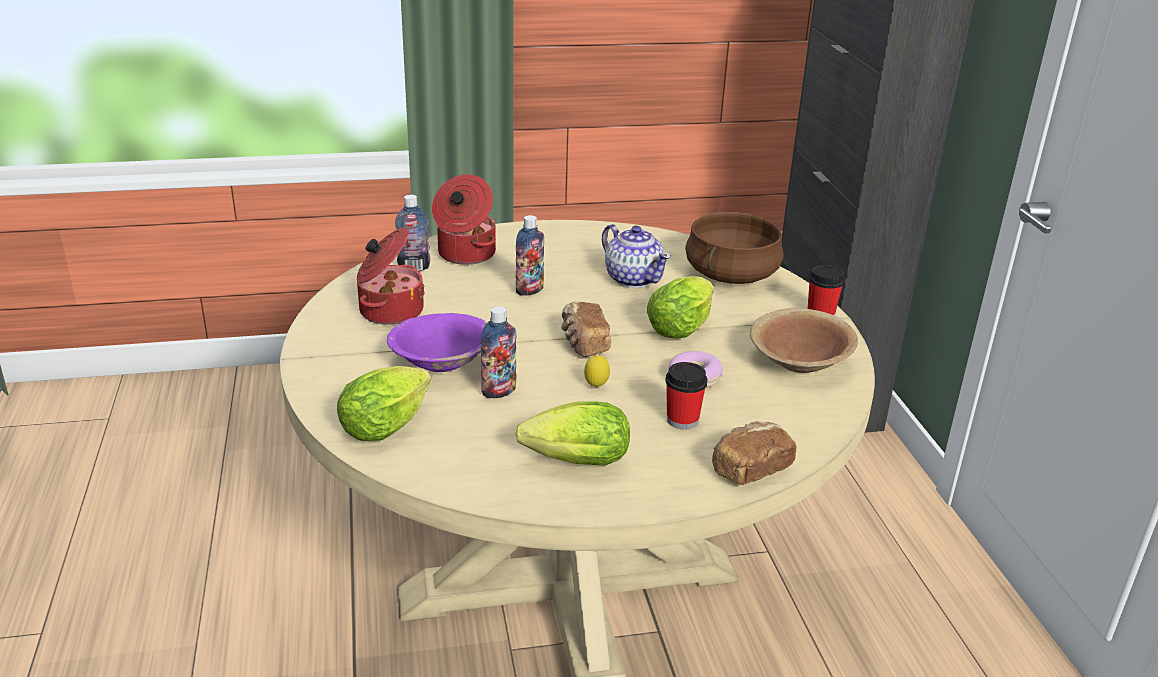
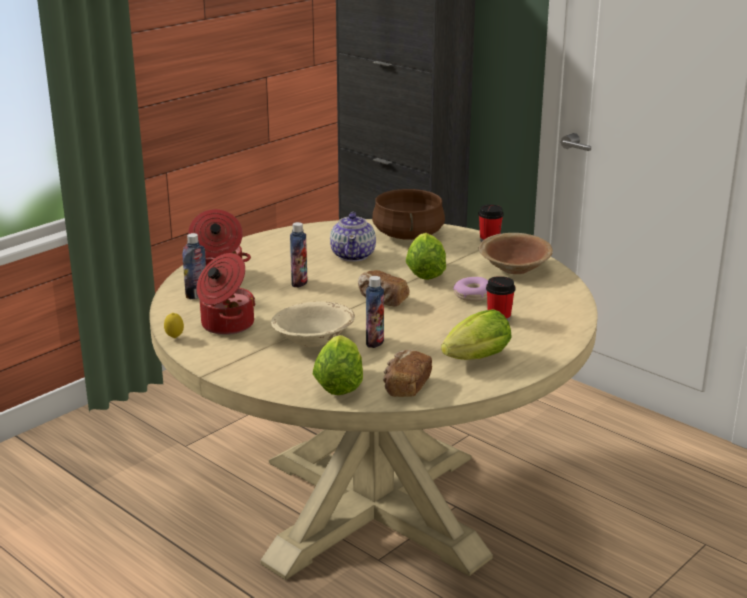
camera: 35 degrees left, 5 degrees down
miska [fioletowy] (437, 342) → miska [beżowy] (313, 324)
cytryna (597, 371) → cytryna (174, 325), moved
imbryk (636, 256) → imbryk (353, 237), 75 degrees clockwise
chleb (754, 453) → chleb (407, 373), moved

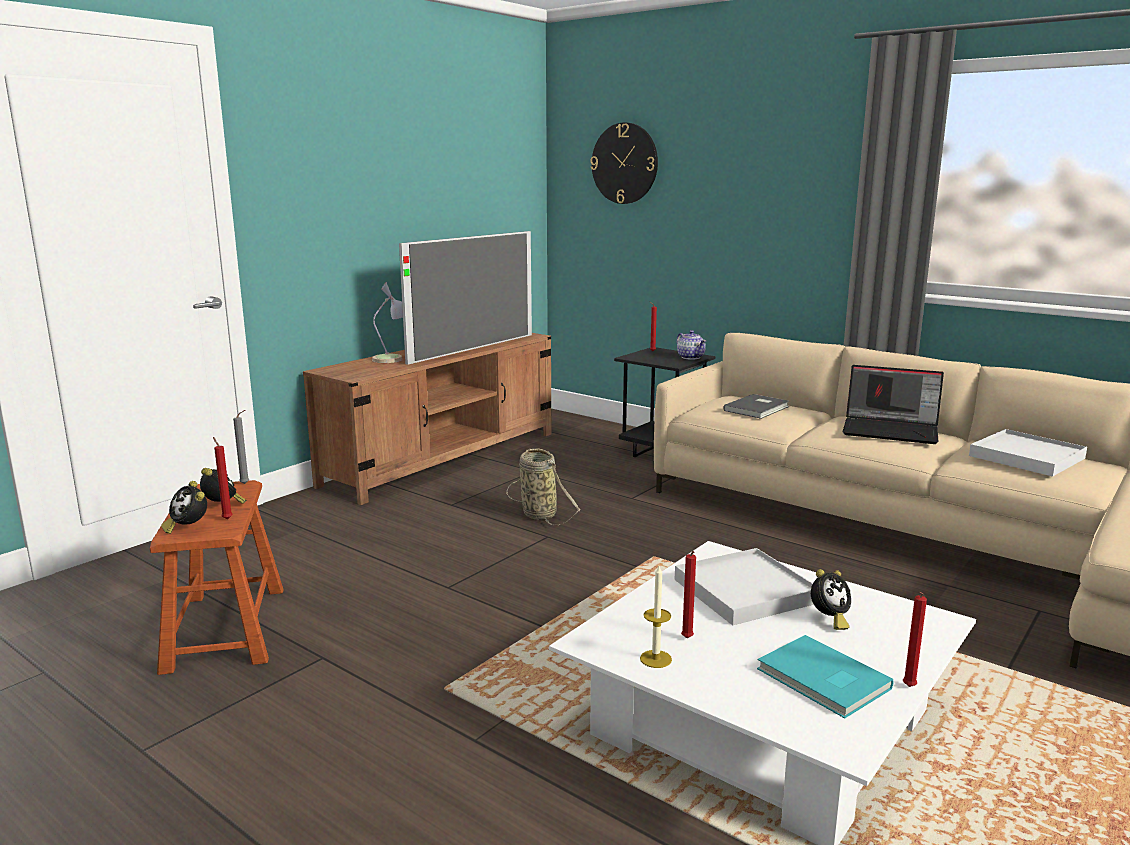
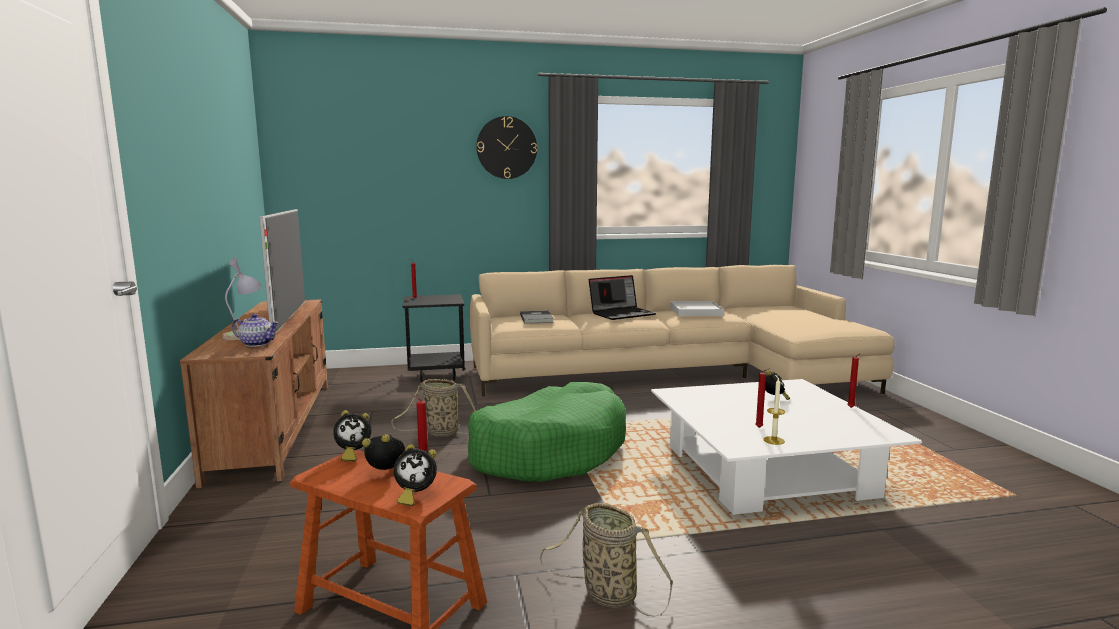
camera: 50 degrees left, 5 degrees down
świeca [szary] (241, 447) → budzik (352, 436)
zegar ścienny (624, 163) → zegar ścienny (506, 147), moved
taca [biały] (744, 586) → -
imbryk (691, 345) → imbryk (255, 330), moved
książka [turkusowy] (825, 676) → -
- → legowisko [zielony] (547, 432)
- → koszyk (606, 560)

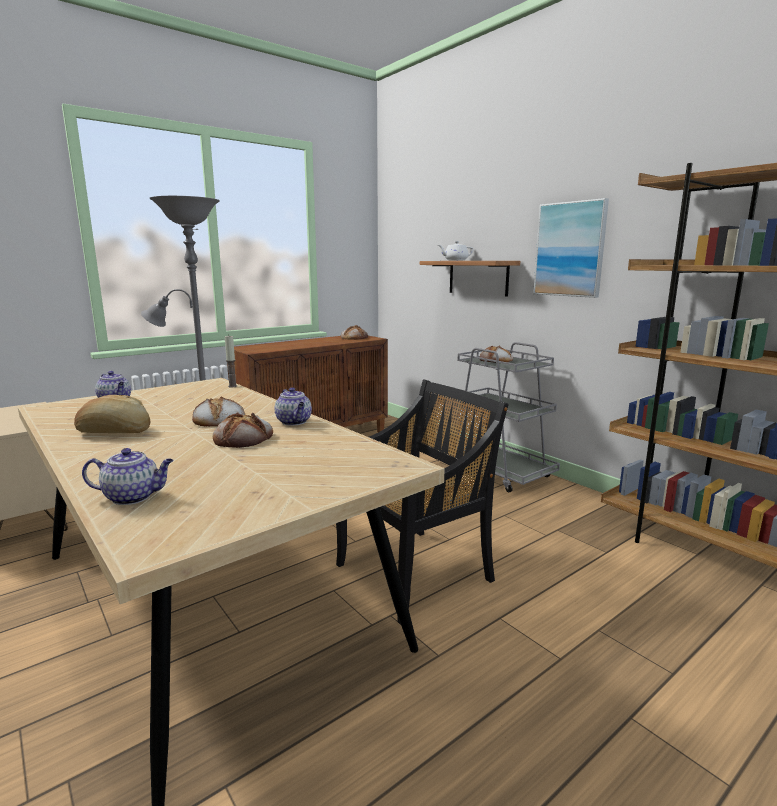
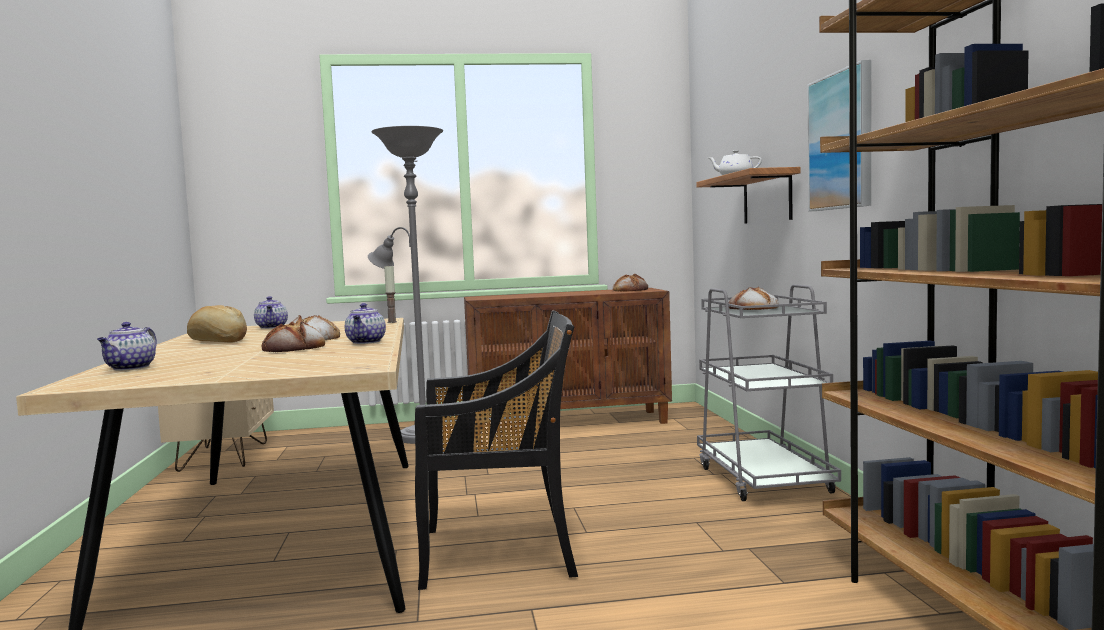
camera: 30 degrees right, 10 degrees down
imbryk (128, 476) → imbryk (127, 346), 75 degrees clockwise

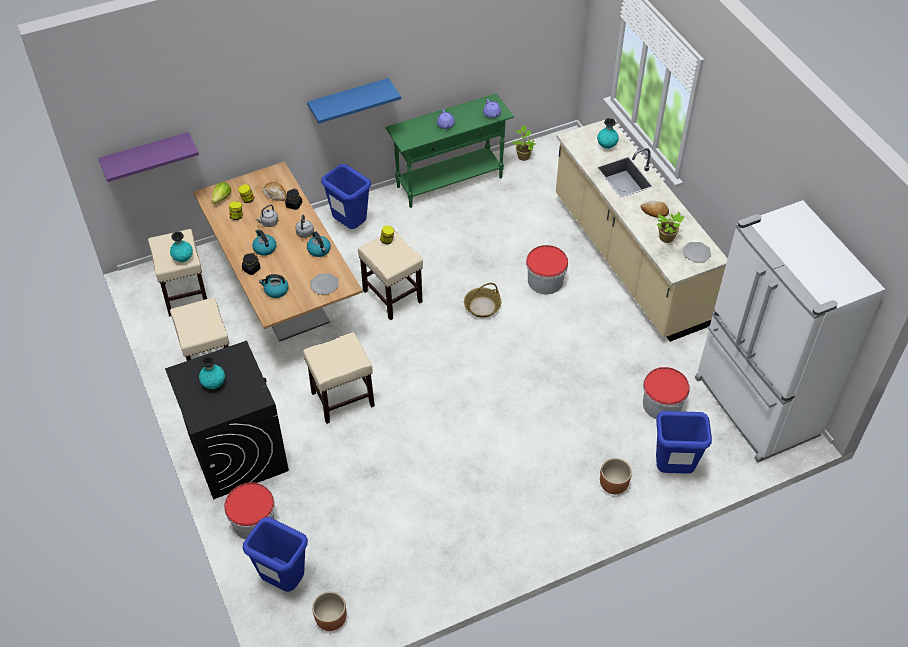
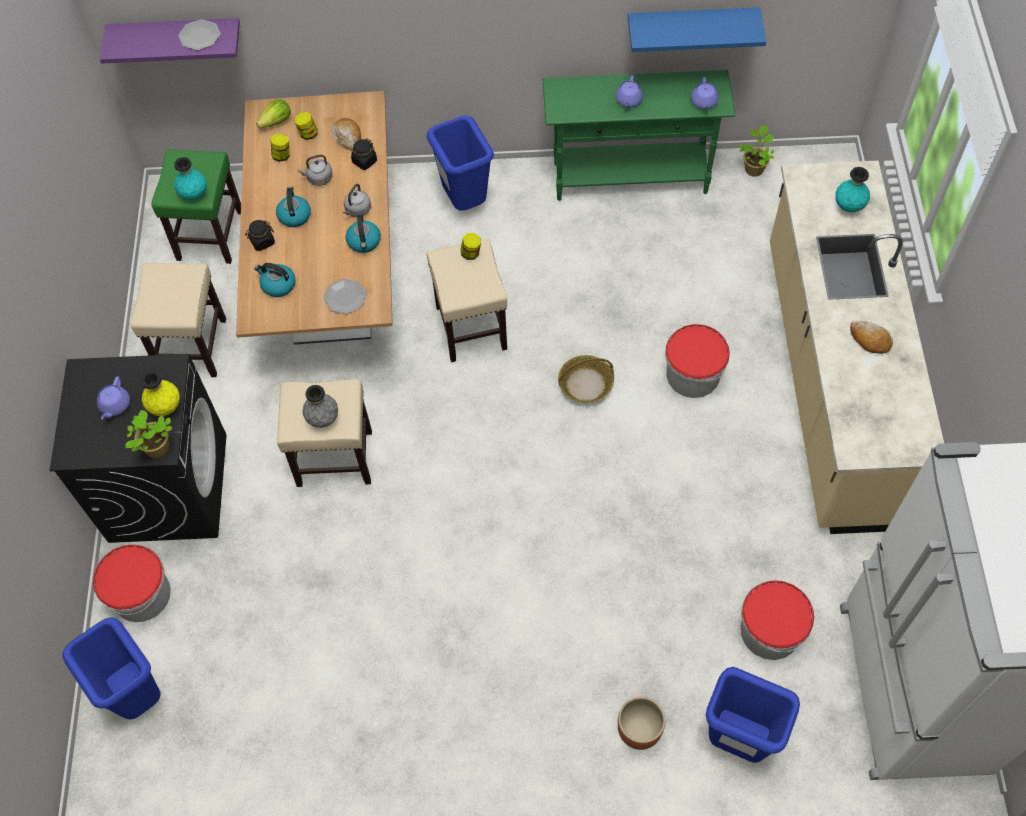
camera: 25 degrees right, 10 degrees up
stołek [beżowy] (177, 273) → stołek [zielony] (196, 206)
wazon [turkusowy] (212, 372) → imbryk [fioletowy] (113, 397)
półka [niebieski] (354, 100) → półka [niebieski] (697, 29), moved
donica [brązowy] (329, 611) → -
roślina doniczkowa (670, 227) → roślina doniczkowa (148, 434), moved
talerz (697, 252) → talerz (199, 34), moved
- → wazon [żółty] (160, 393)
- → wazon [szary] (320, 406)

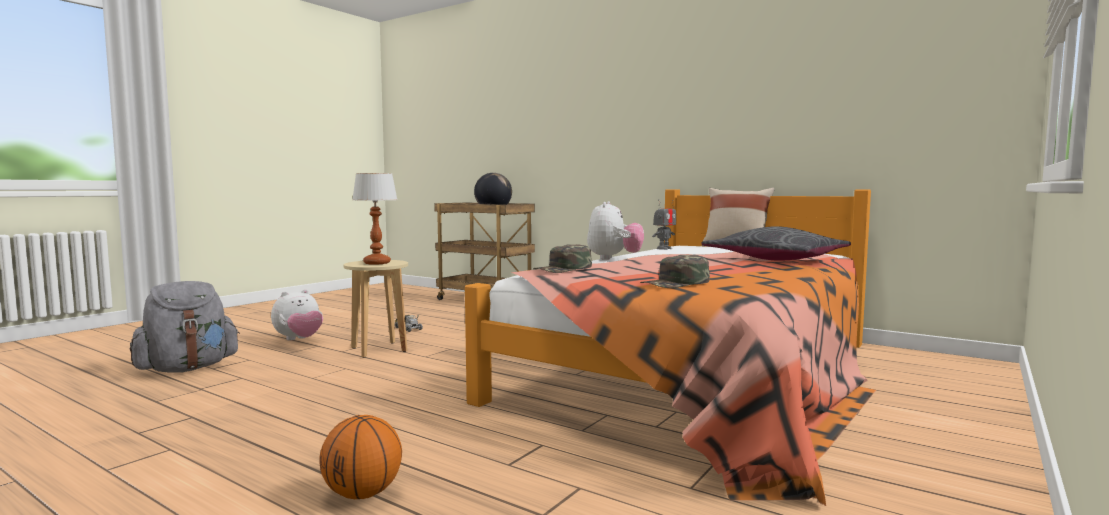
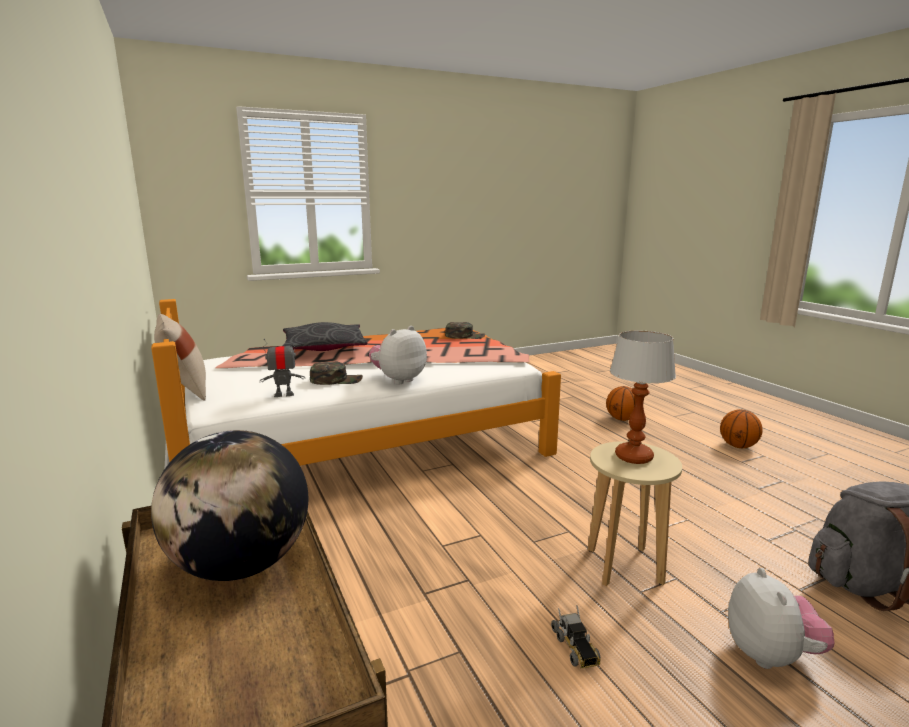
camera: 150 degrees left, 10 degrees up
pluszak (297, 314) → pluszak (781, 618), 105 degrees clockwise
czapka z daszkiem [zielony] (562, 258) → czapka z daszkiem [zielony] (336, 373), moved
- → piłka do koszykówki (741, 428)

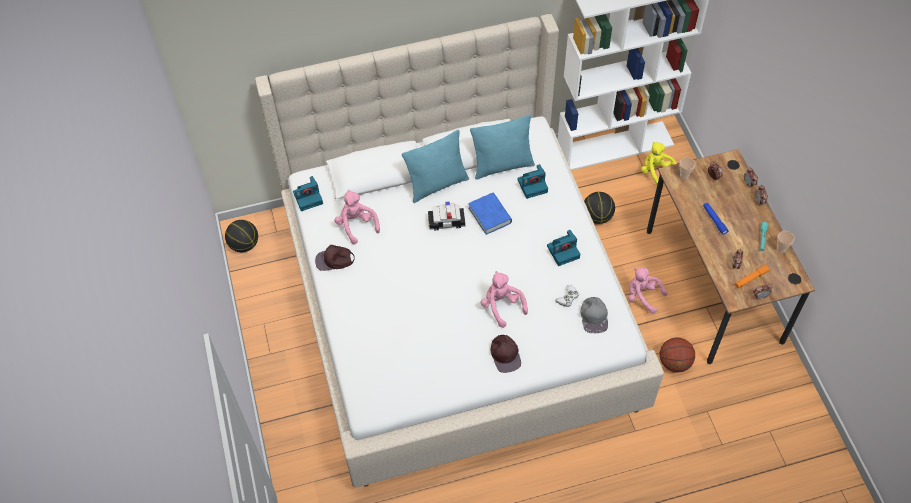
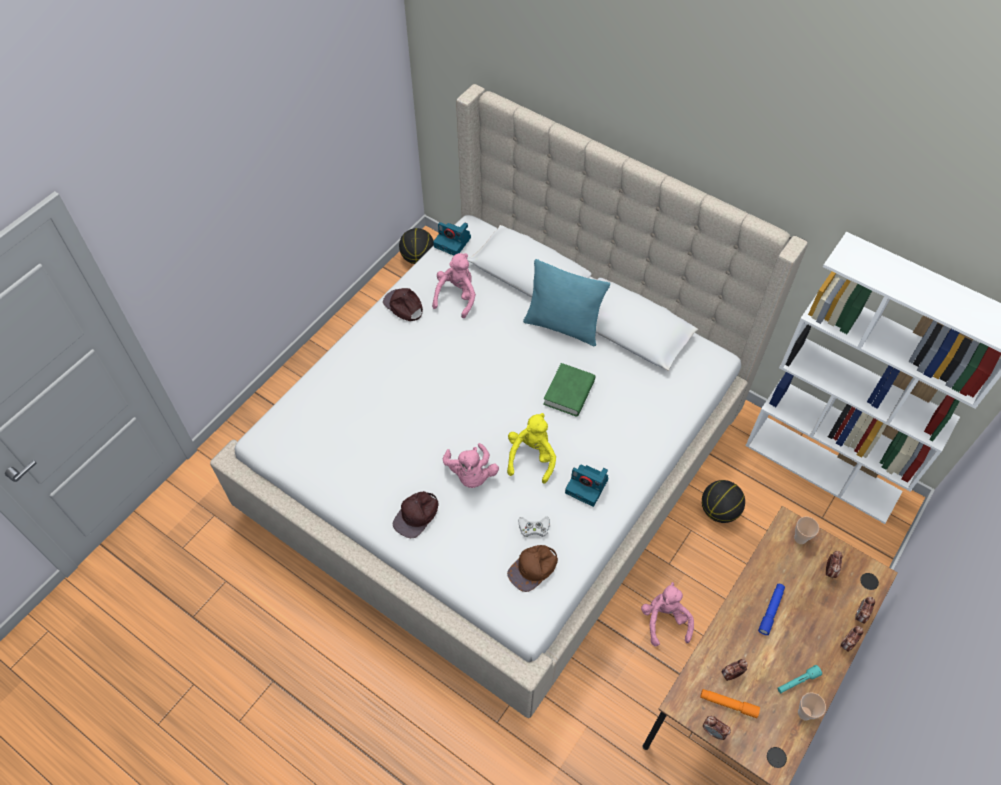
camera: 50 degrees right, 0 degrees up
samochodzik (446, 216) → -
książka [niebieski] (490, 214) → książka [zielony] (569, 390)
poduszka [turkusowy] (502, 147) → -
pluszak [różowy] (504, 299) → pluszak [różowy] (471, 465), 150 degrees clockwise
aparat fotograficzny (532, 181) → -
czapka z daszkiem [szary] (594, 315) → czapka z daszkiem [brązowy] (532, 568)
pluszak [żółty] (659, 164) → pluszak [żółty] (531, 448), moved
piłka do koszykówki (677, 355) → -

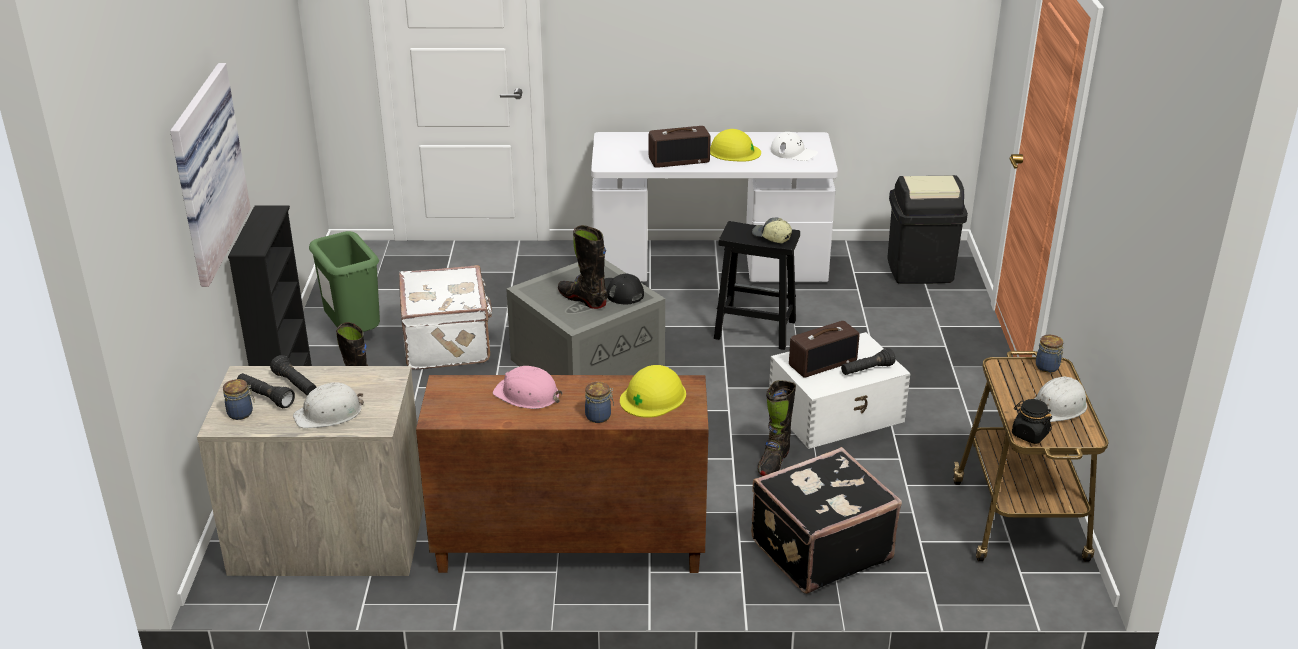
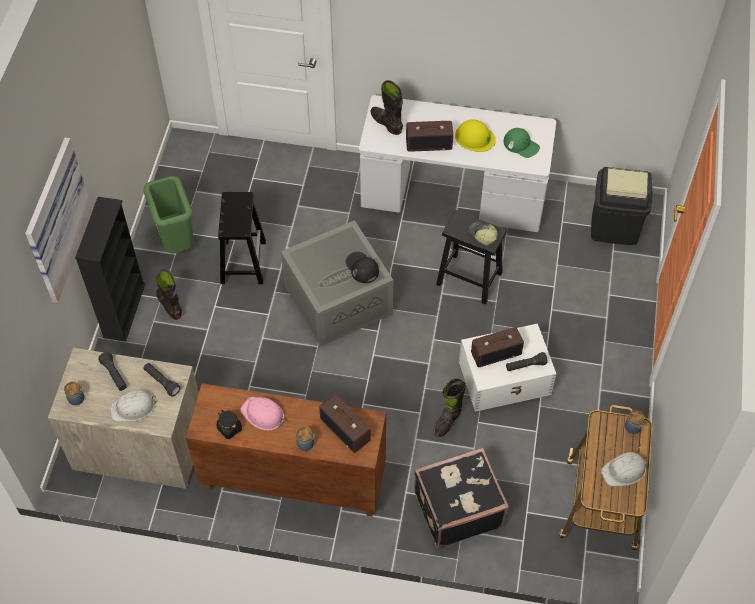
camera: 10 degrees right, 25 degrees up
latarka [czarny] (266, 390) → latarka [czarny] (162, 380), moved
walizka [biały] (445, 317) → stołek [czarny] (242, 238)
but z cholewką [czarny] (582, 267) → but z cholewką [czarny] (387, 107), moved
kask [żółty] (653, 391) → radio (345, 423)
czapka z daszkiem [biały] (794, 146) → czapka z daszkiem [zielony] (522, 143)
słoik [czarny] (1032, 421) → słoik [czarny] (229, 424), moved

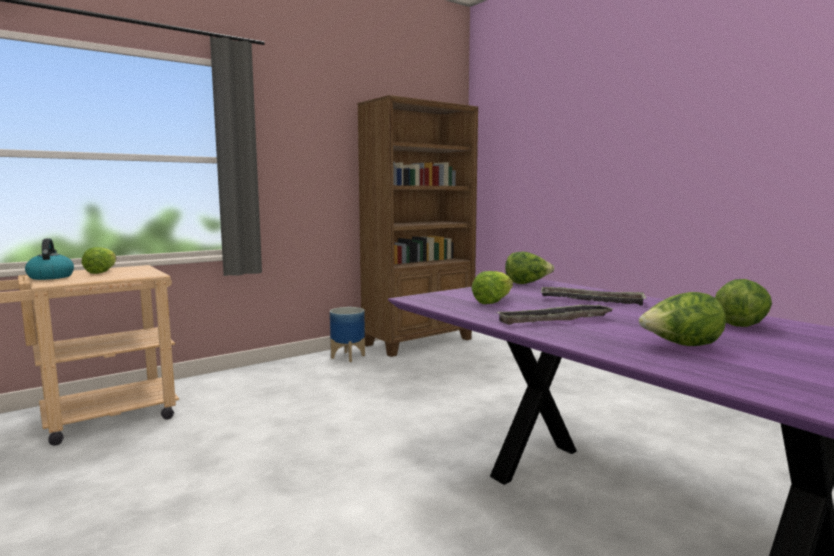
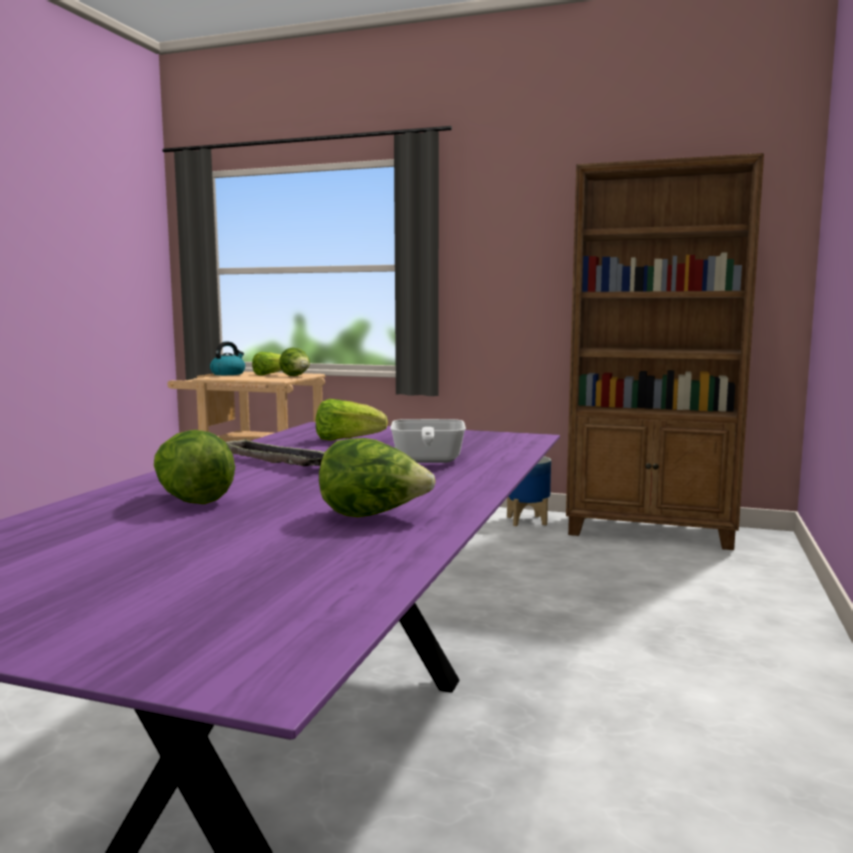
camera: 55 degrees right, 0 degrees up
sałata (529, 268) → sałata (294, 362), moved
taca (593, 295) → patelnia (428, 441)

